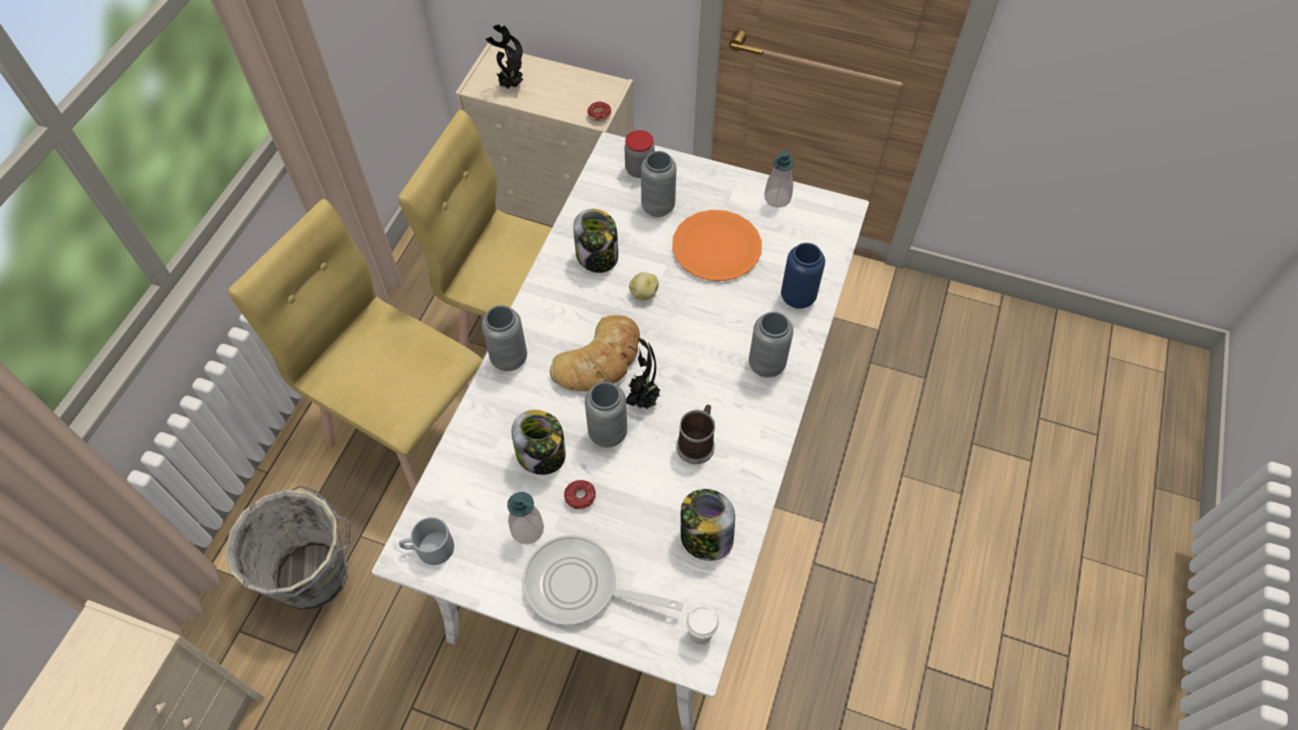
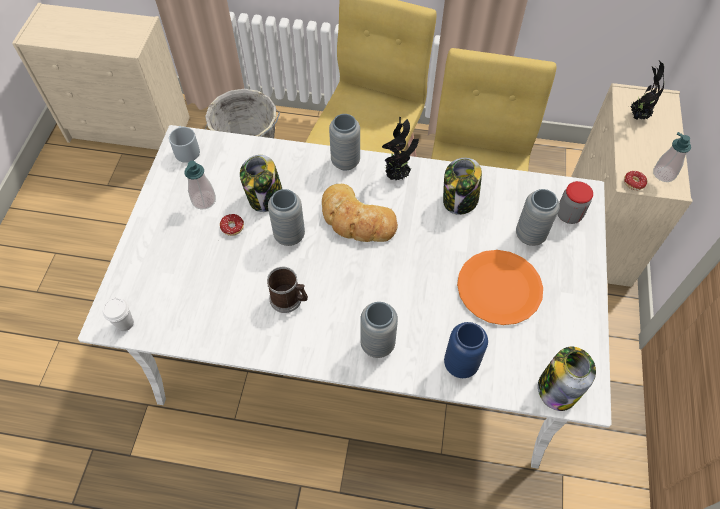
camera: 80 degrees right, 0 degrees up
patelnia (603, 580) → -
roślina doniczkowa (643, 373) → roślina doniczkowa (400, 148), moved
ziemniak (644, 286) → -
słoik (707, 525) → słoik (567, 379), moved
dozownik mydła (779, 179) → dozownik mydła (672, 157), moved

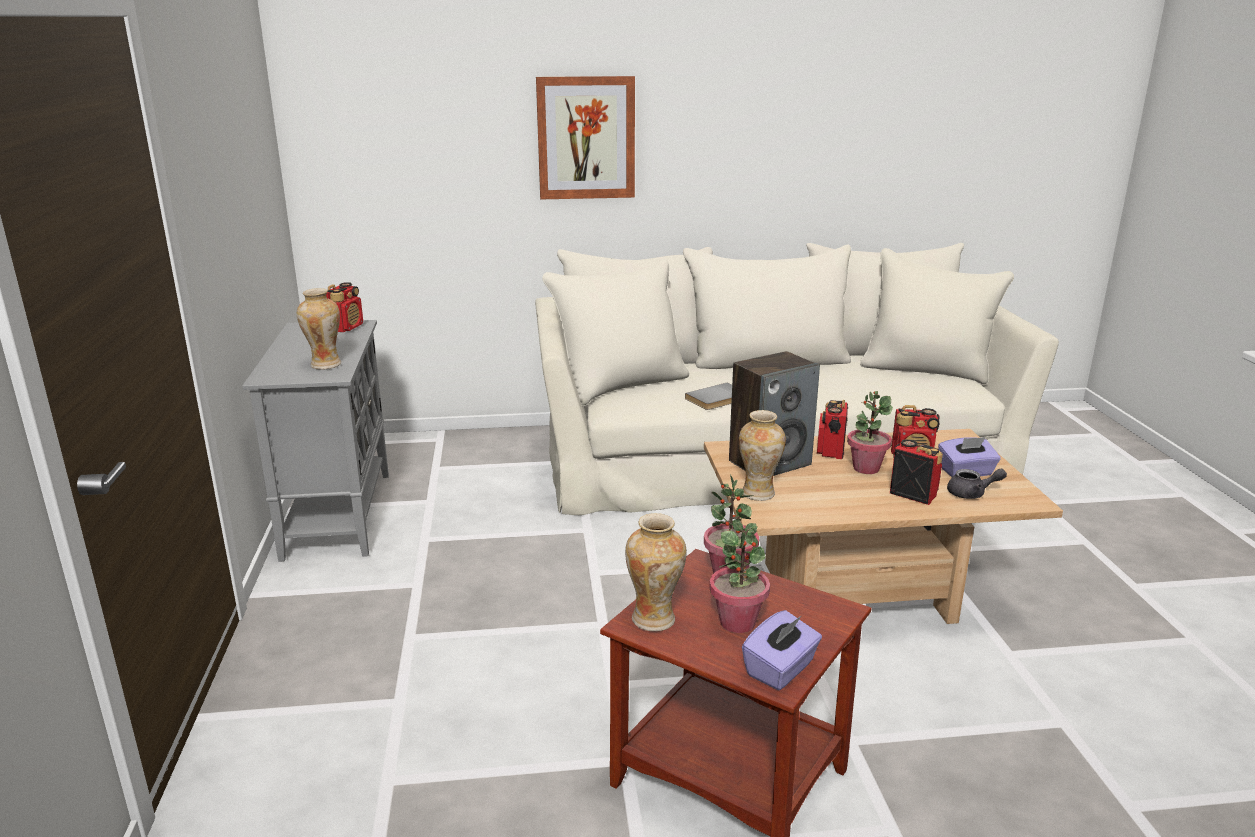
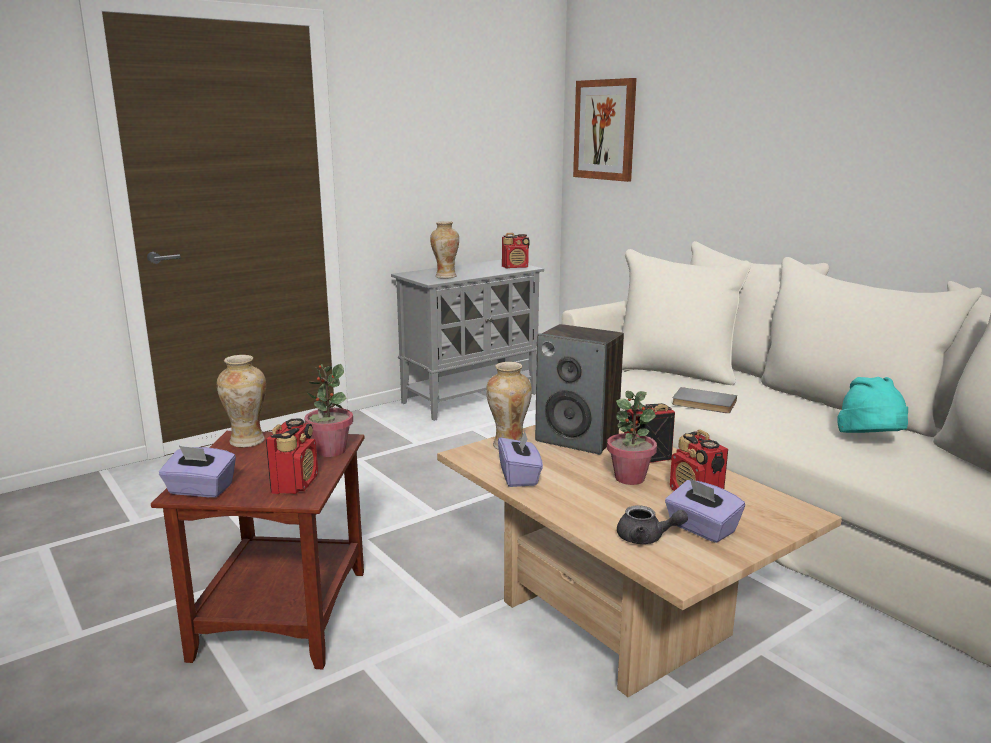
camera: 60 degrees right, 5 degrees down
obraz (585, 138) → obraz (605, 130), moved
roślina doniczkowa (739, 577) → -
radio (916, 472) → radio (292, 456), moved
imbryk [szary] (977, 483) → imbryk [szary] (652, 524), 45 degrees counterclockwise
- → pudełko chusteczek [fioletowy] (520, 459)
- → kapelusz [turkusowy] (872, 405)

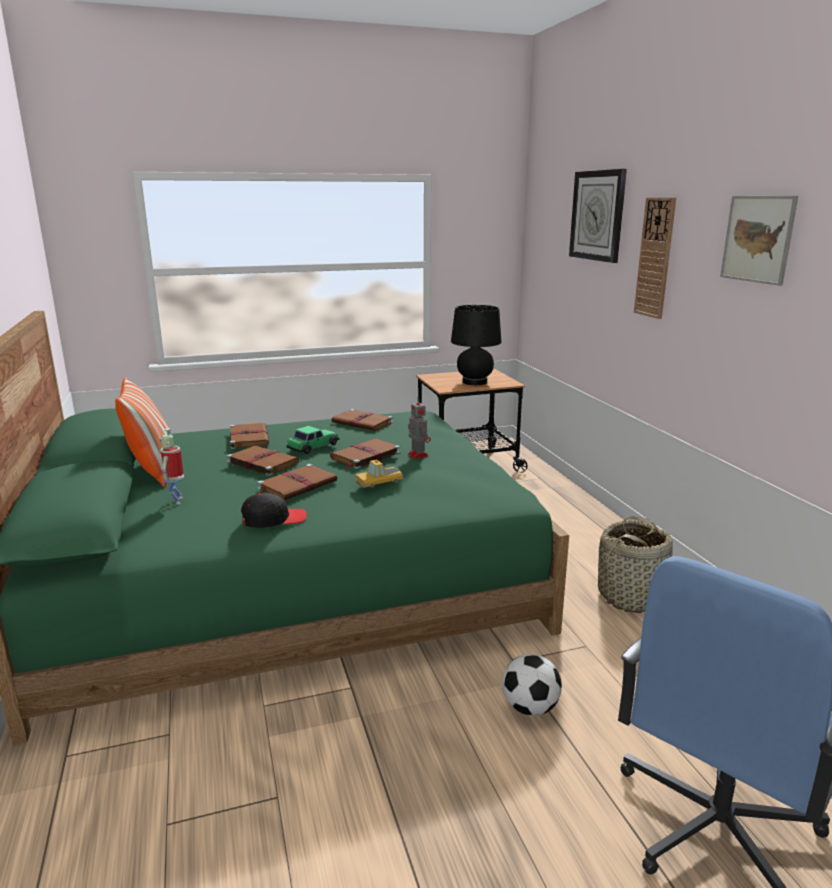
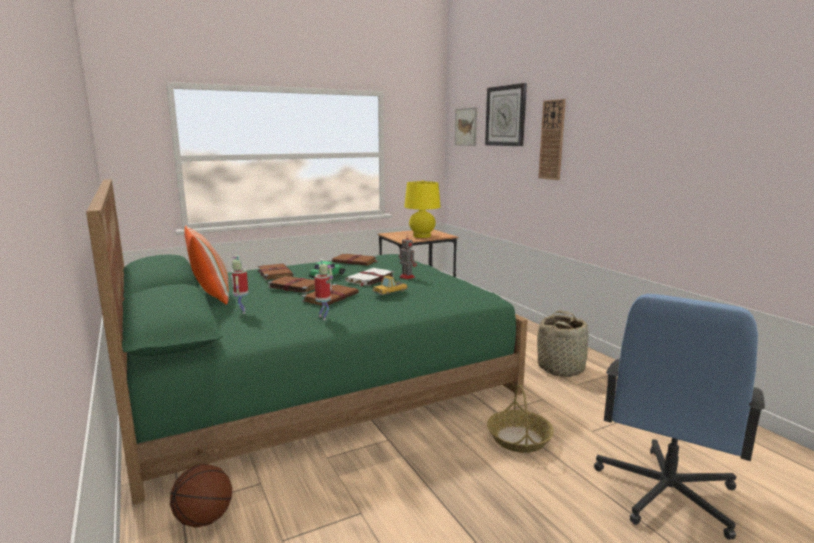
camera: 10 degrees left, 5 degrees down
czapka z daszkiem [czarny] (274, 510) → robot zabawkowy (324, 289)
książka [brązowy] (365, 453) → książka [biały] (370, 277)
lampa stołowa [czarny] (476, 345) → lampa stołowa [żółty] (422, 209)
piłka futbolowa (532, 685) → koszyk (520, 418)
obraz (759, 241) → obraz (466, 126), moved
- → piłka do koszykówki (201, 496)

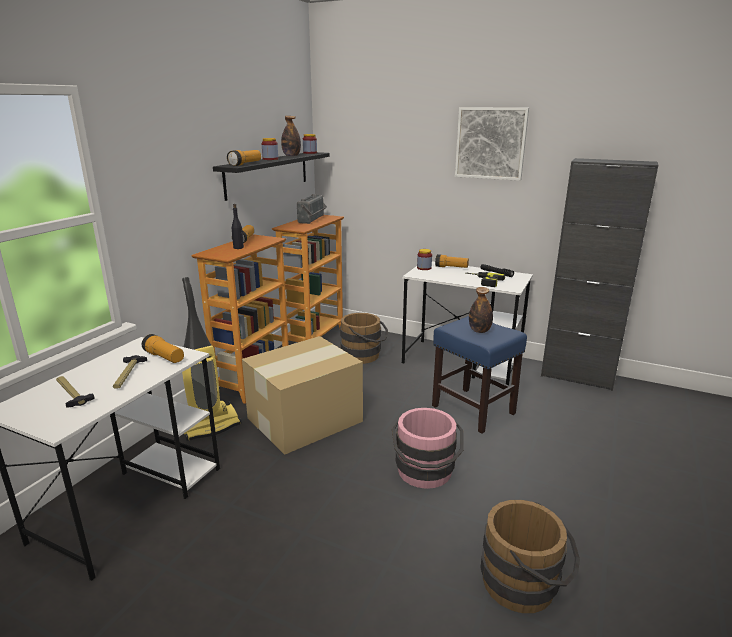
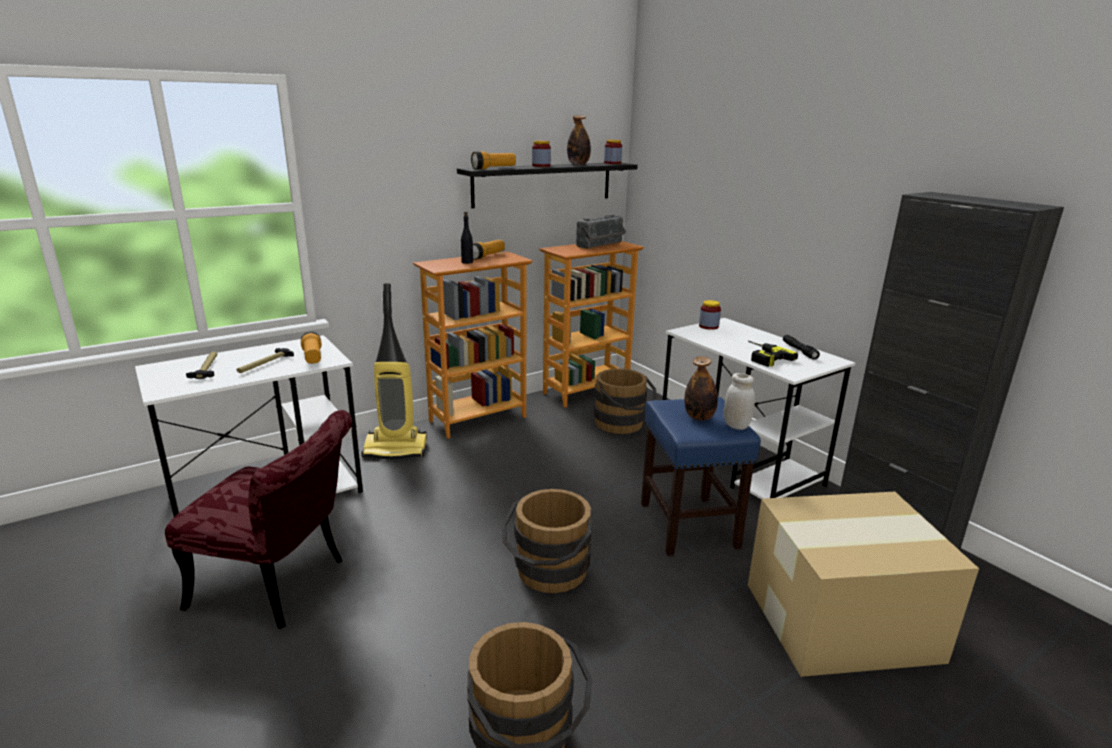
camera: 30 degrees right, 0 degrees up
karton (302, 395) → karton (863, 584), moved
wiadro [różowy] (428, 448) → wiadro [brązowy] (547, 541)
latarka (452, 261) → -
obraz (492, 144) → -
- → krzesło [czerwony] (258, 519)
- → słoik [biały] (739, 401)

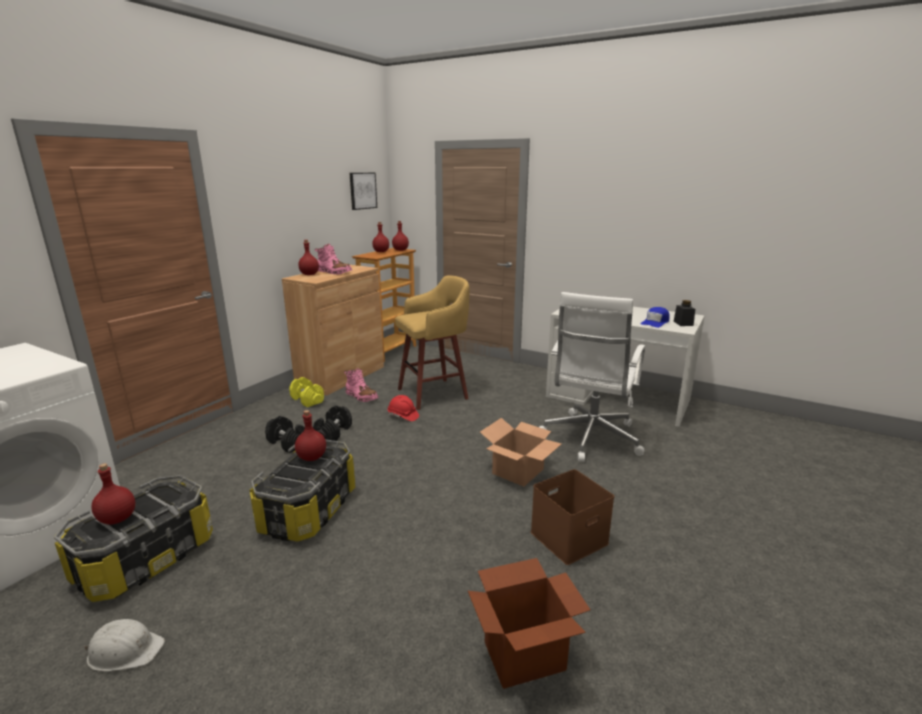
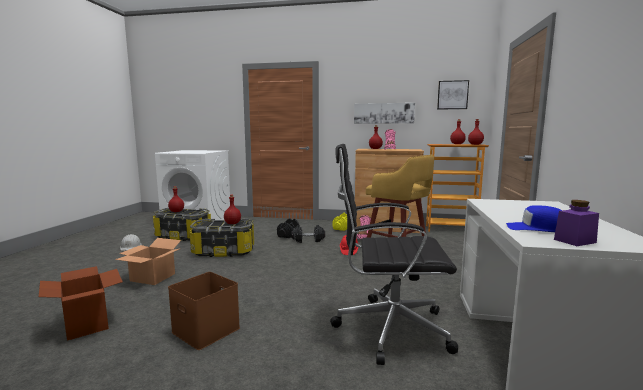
camera: 70 degrees right, 10 degrees down
karton (520, 452) → karton (148, 261), moved
krzesło biurowe [biały] (592, 377) → krzesło biurowe [czarny] (394, 254)
słoik [czarny] (684, 313) → słoik [fioletowy] (576, 223)
- → obraz (384, 113)

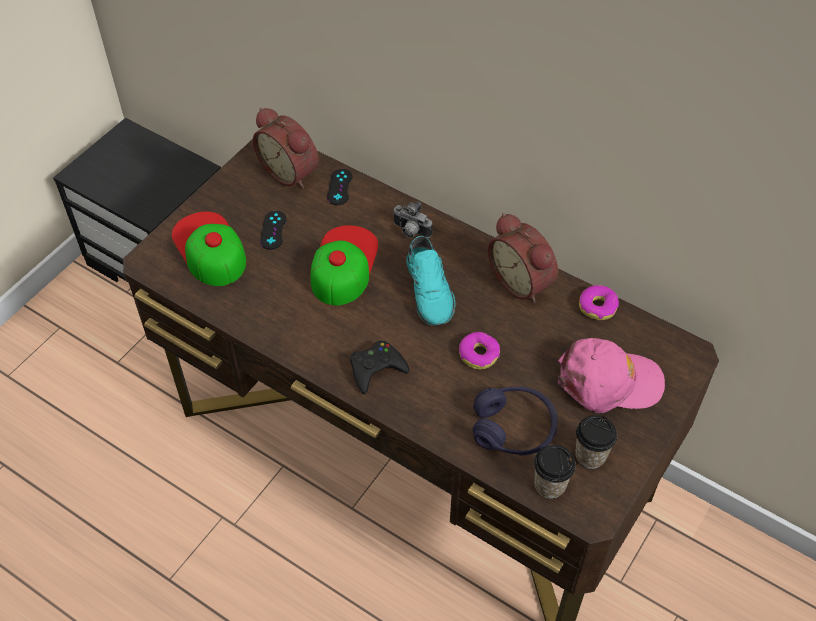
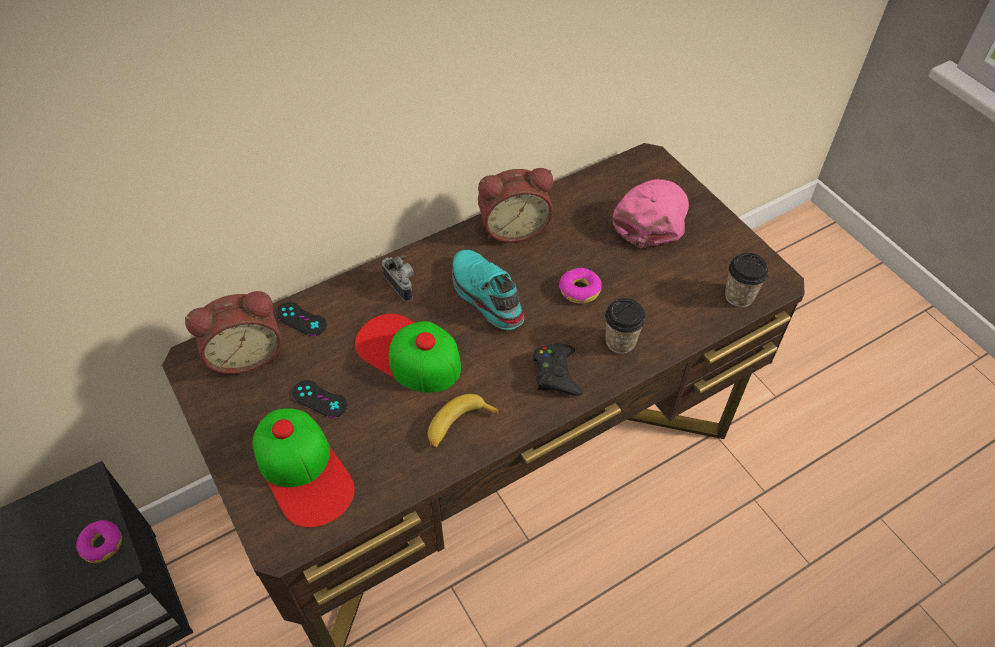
camera: 65 degrees left, 0 degrees up
czapka z daszkiem (209, 249) → czapka z daszkiem (304, 468), 120 degrees counterclockwise
aparat fotograficzny (412, 219) → aparat fotograficzny (398, 278), 90 degrees counterclockwise
but [turkusowy] (431, 280) → but [turkusowy] (488, 290), 135 degrees counterclockwise
słuchawki [fioletowy] (515, 421) → -
filiżanka (596, 442) → filiżanka (625, 326), moved
donut (599, 302) → donut (99, 541), moved
- → banan (464, 421)

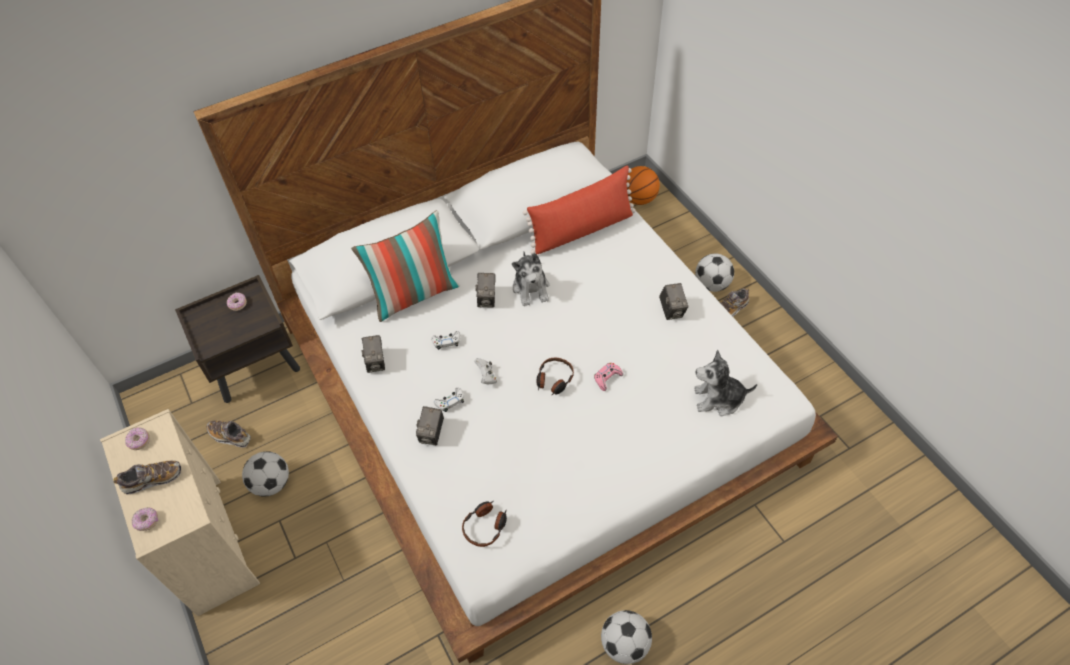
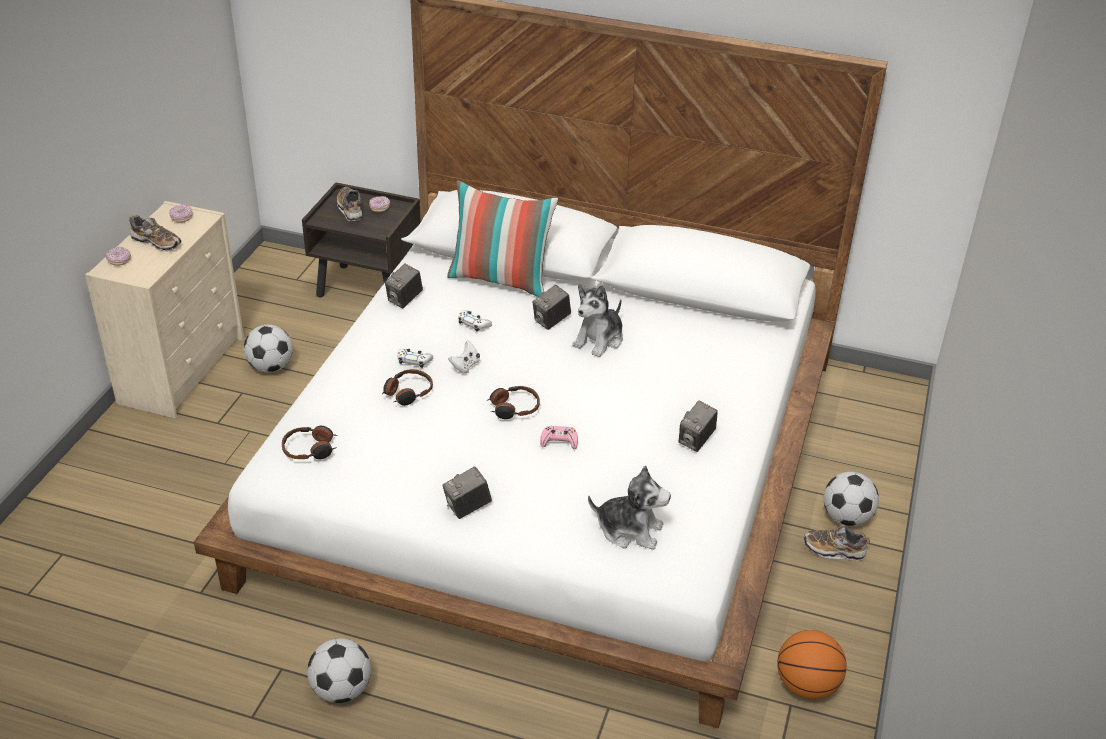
camera: 45 degrees right, 15 degrees down
but (229, 434) → but (350, 204), moved
aparat fotograficzny (430, 425) → aparat fotograficzny (467, 492), moved
poduszka [czerwony] (579, 210) → -
piłka do koszykówki (643, 185) → piłka do koszykówki (812, 665), moved
pluszak (726, 383) → pluszak (629, 508), 150 degrees clockwise
- → słuchawki (407, 387)

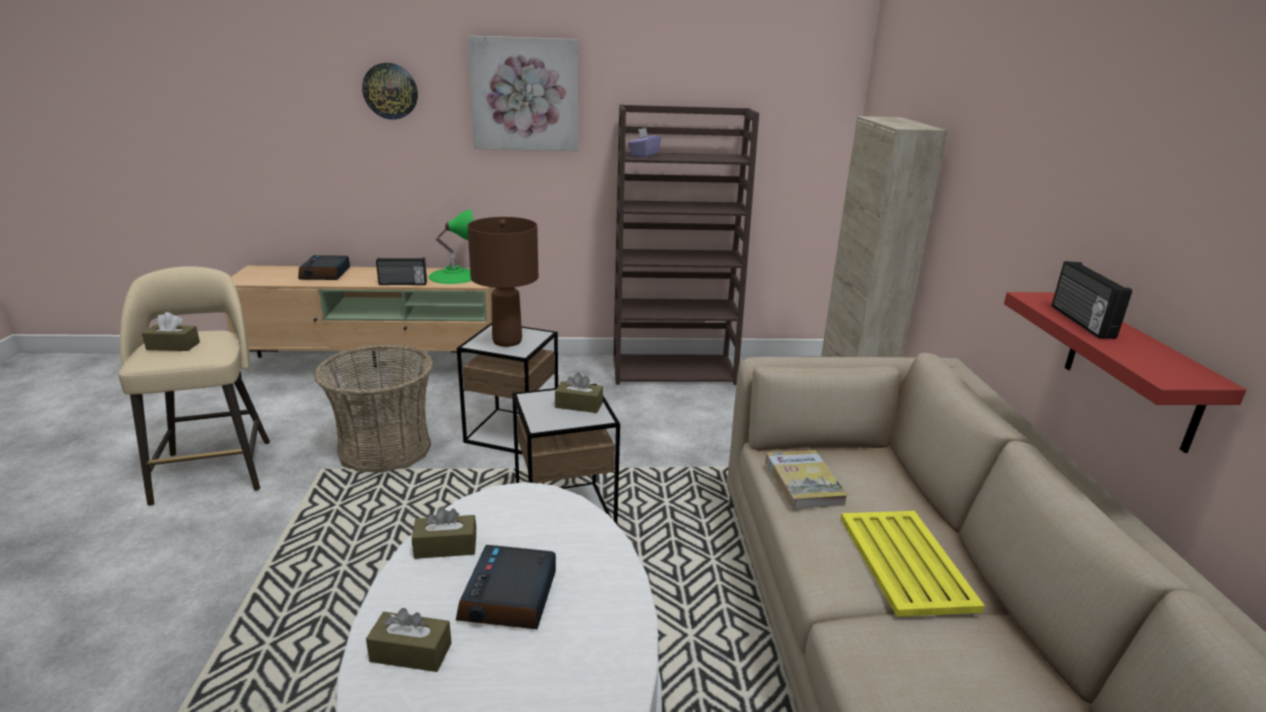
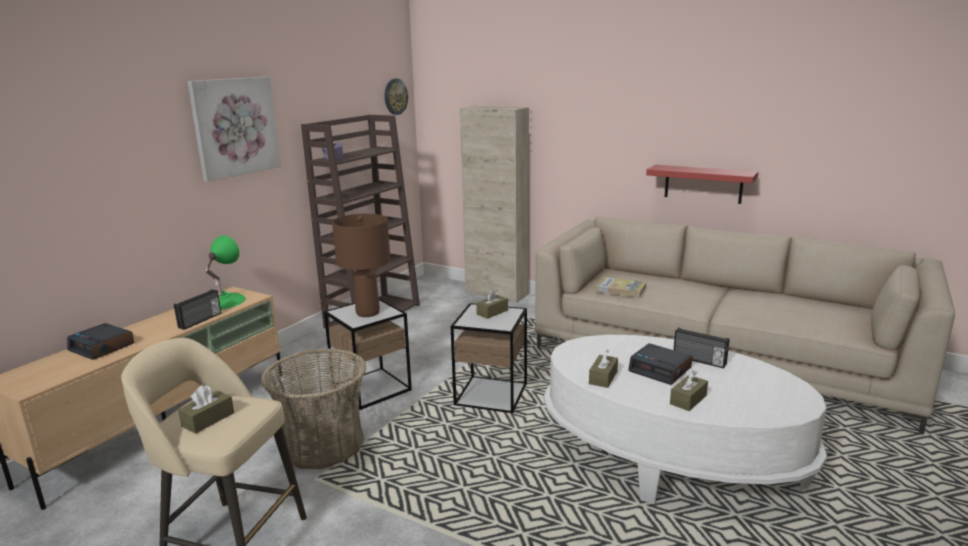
camera: 55 degrees left, 5 degrees down
zegar ścienny (390, 91) → zegar ścienny (396, 97), moved
taca [żółty] (913, 564) → -
radio (1092, 300) → radio (701, 348), moved

